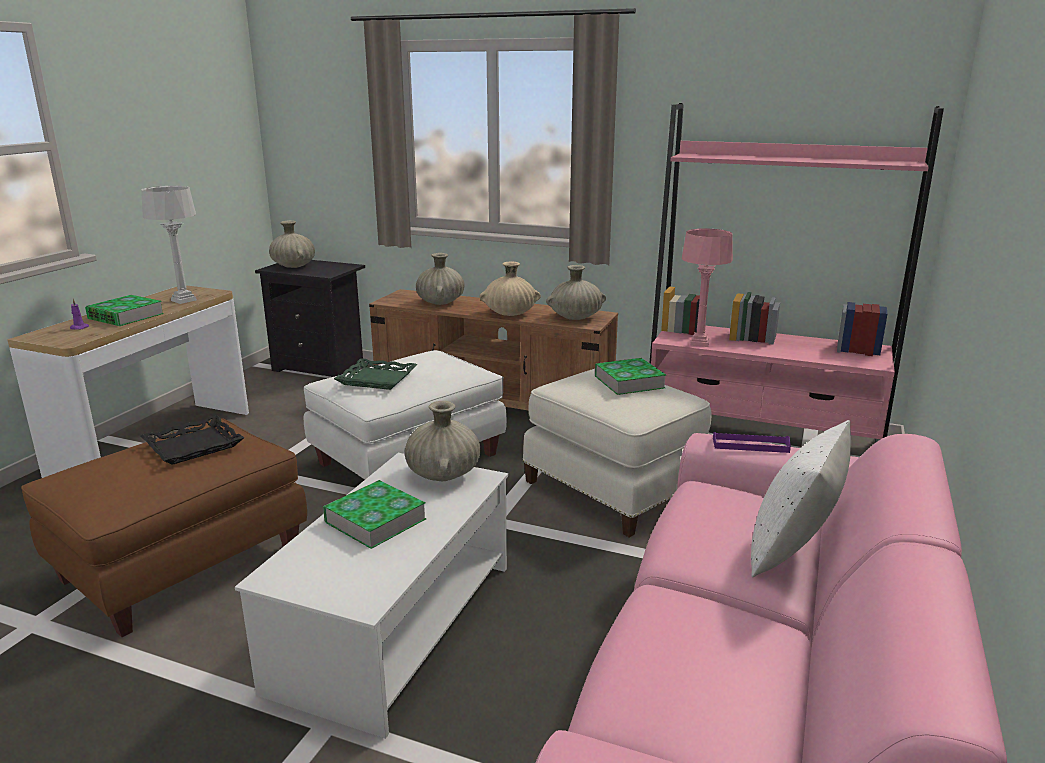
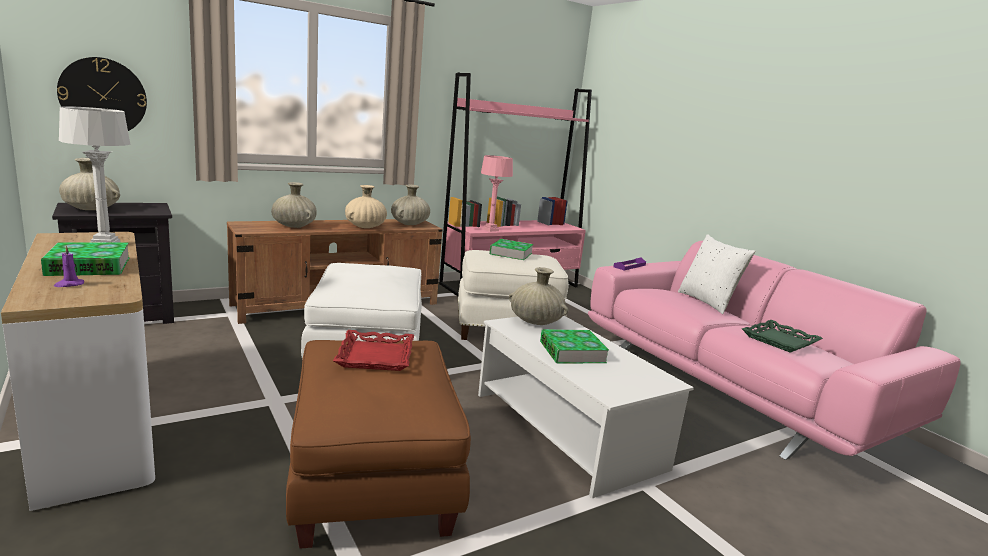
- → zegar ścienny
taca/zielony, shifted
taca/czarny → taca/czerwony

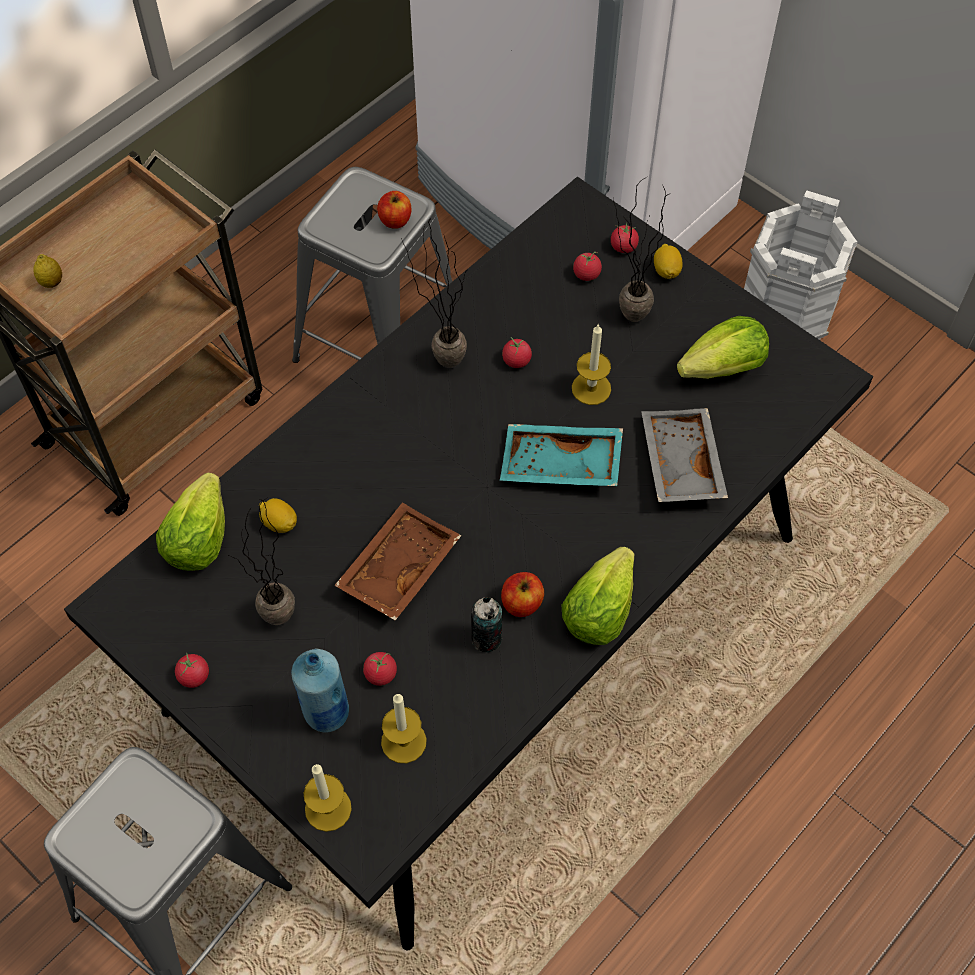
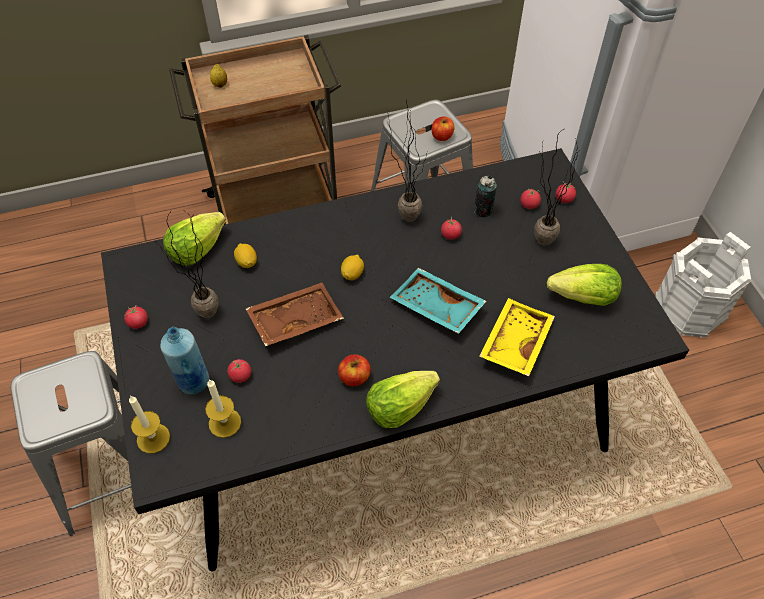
świeca (no. 3 from left) → -
puszka, shifted
cytryna (no. 3 from left), shifted
taca/szary → taca/żółty

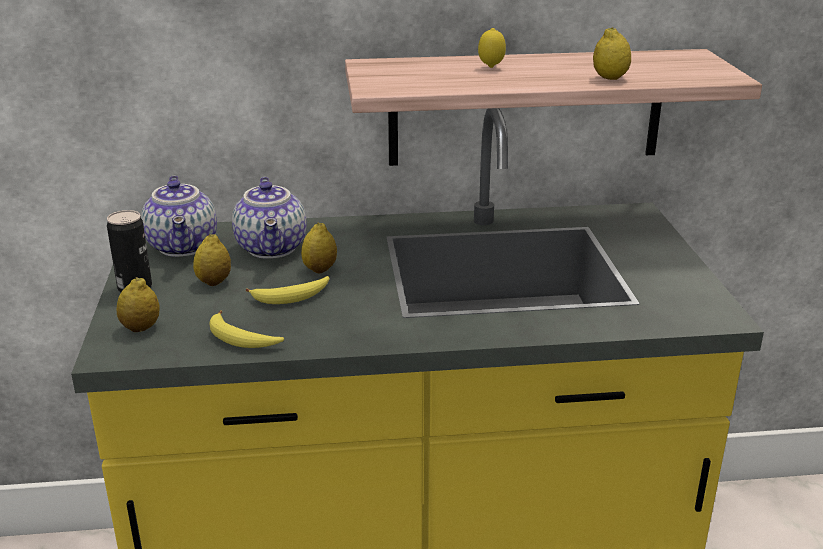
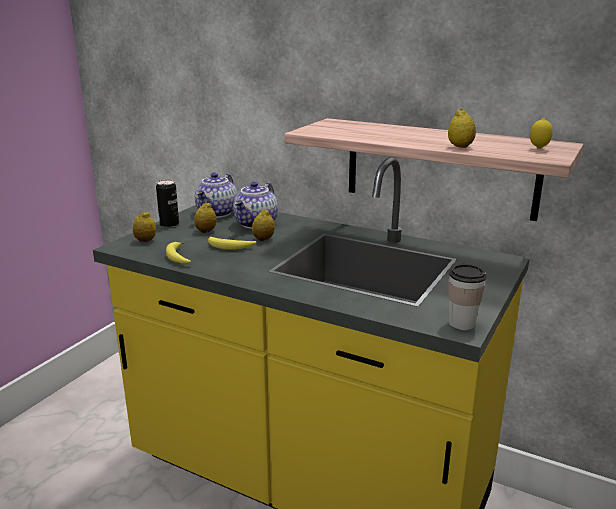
- → filiżanka
cytryna (no. 4 from left in the first image) → cytryna (no. 5 from left), shifted

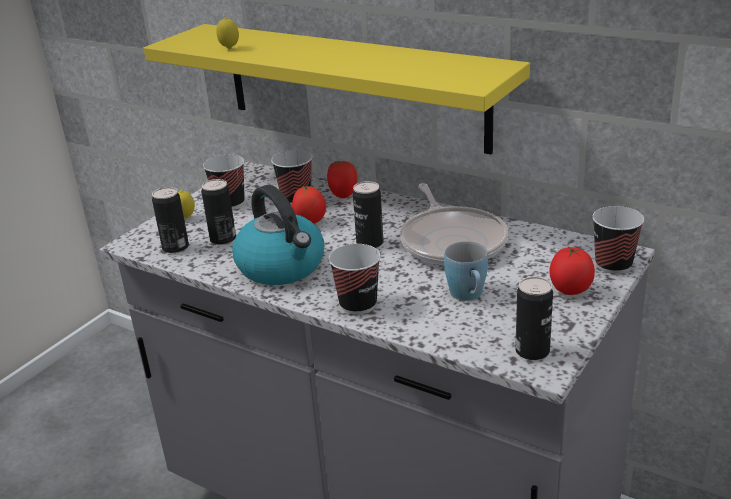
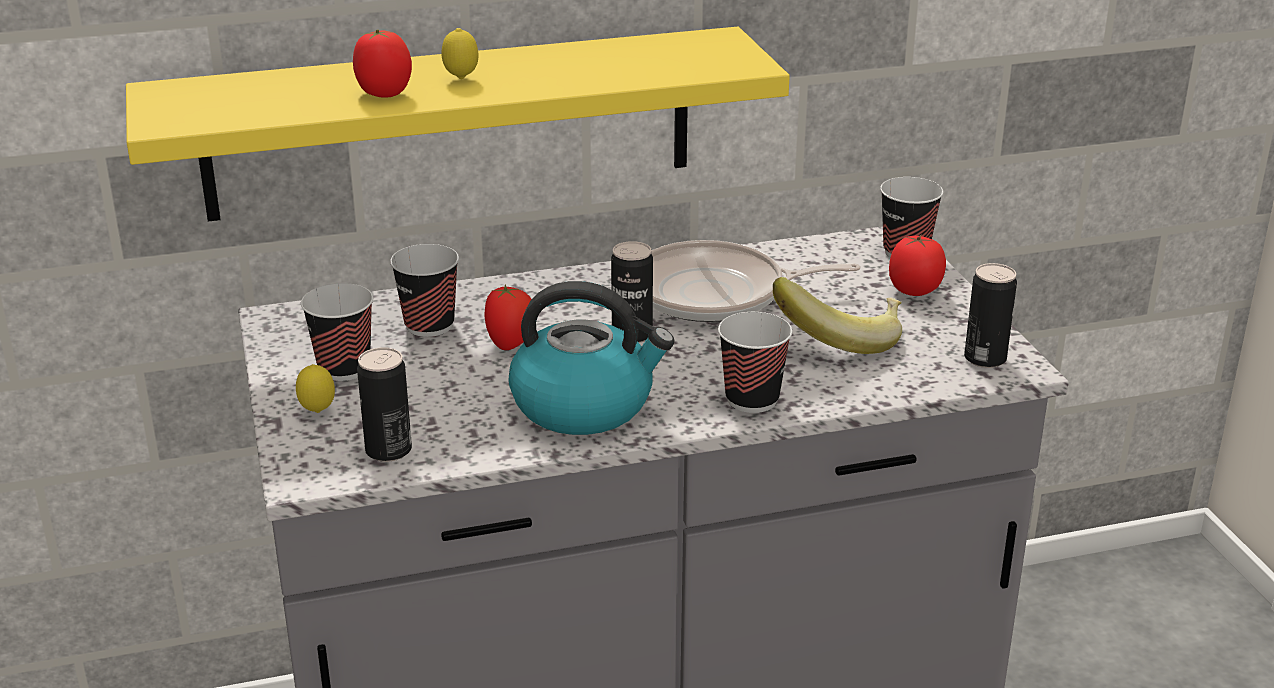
puszka (no. 2 from left) → -
cytryna (no. 2 from left), shifted
pomidor (no. 2 from left in the first image) → pomidor (no. 1 from left), shifted
kubek/niebieski → banan
patelnia, 150 degrees clockwise

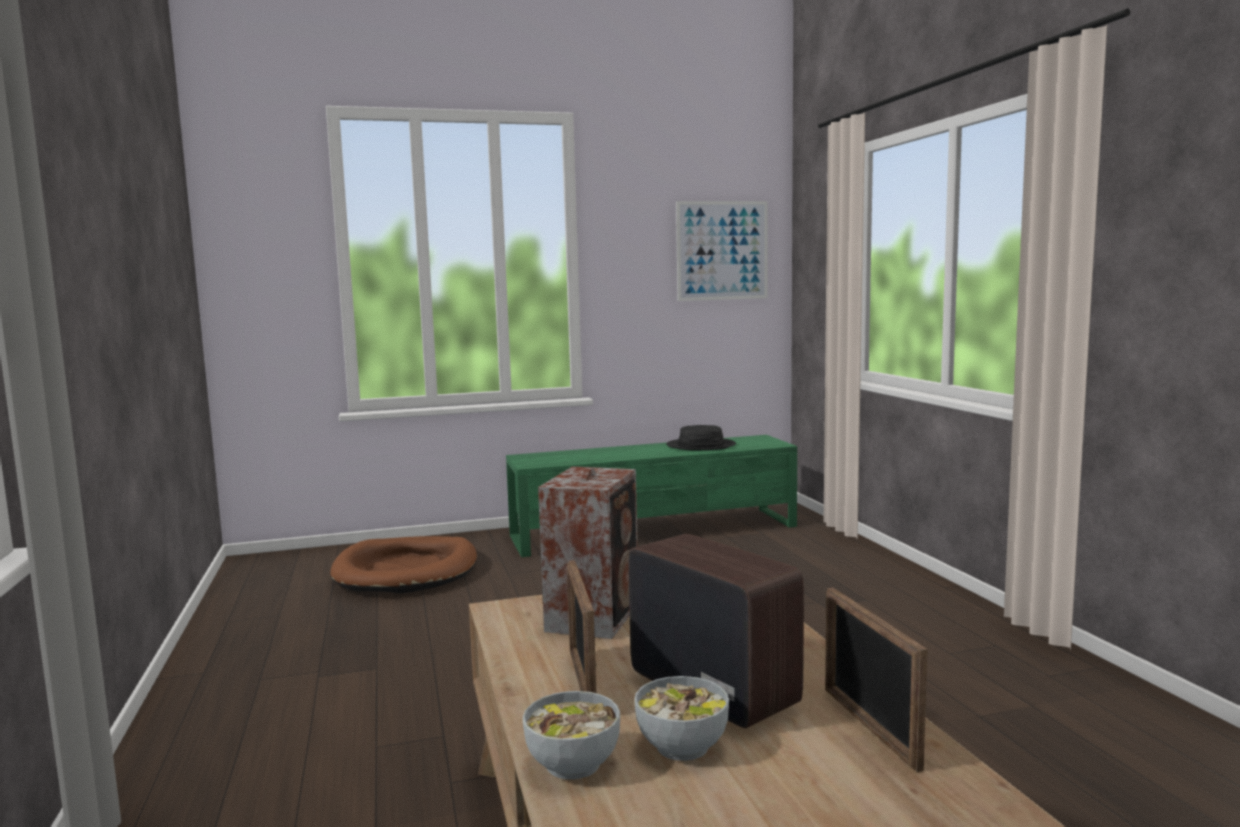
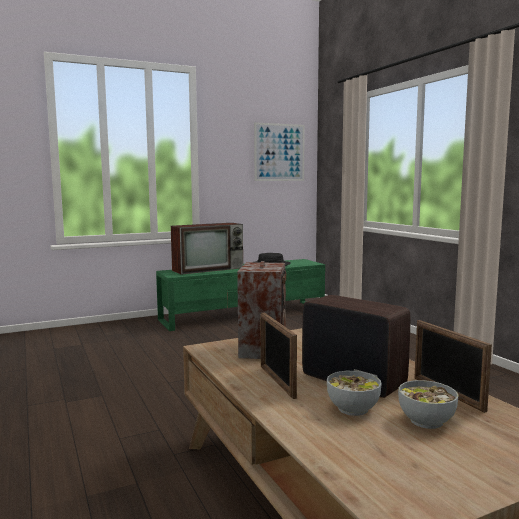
legowisko/brązowy → -
- → telewizor
miska (no. 1 from left in the first image) → miska (no. 2 from left), shifted

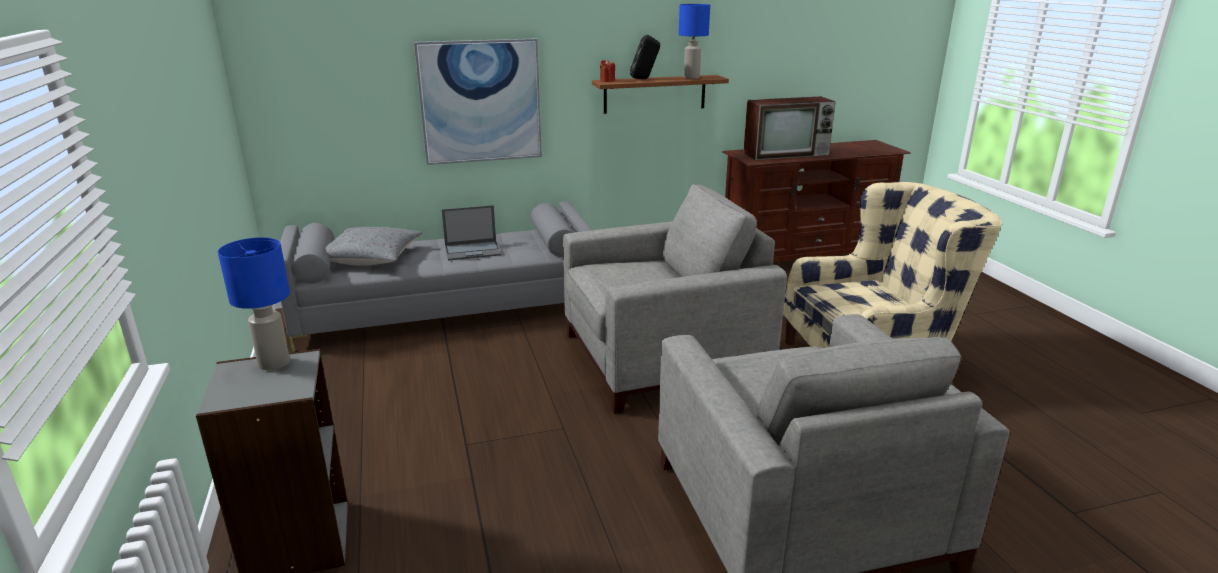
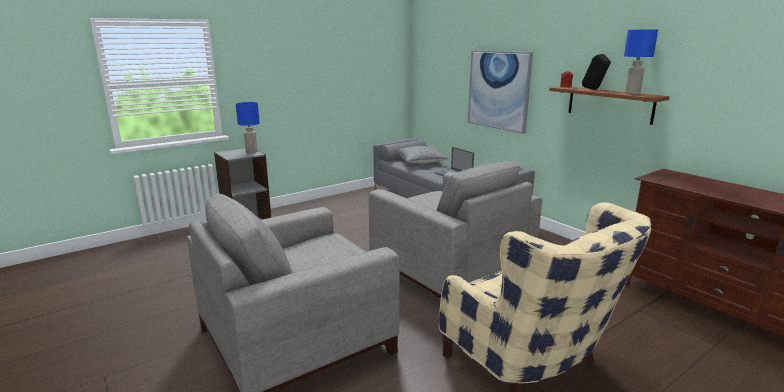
telewizor → -

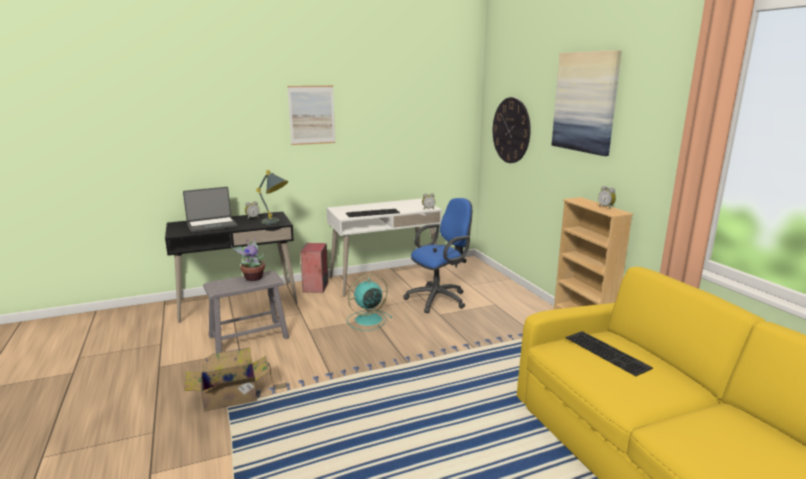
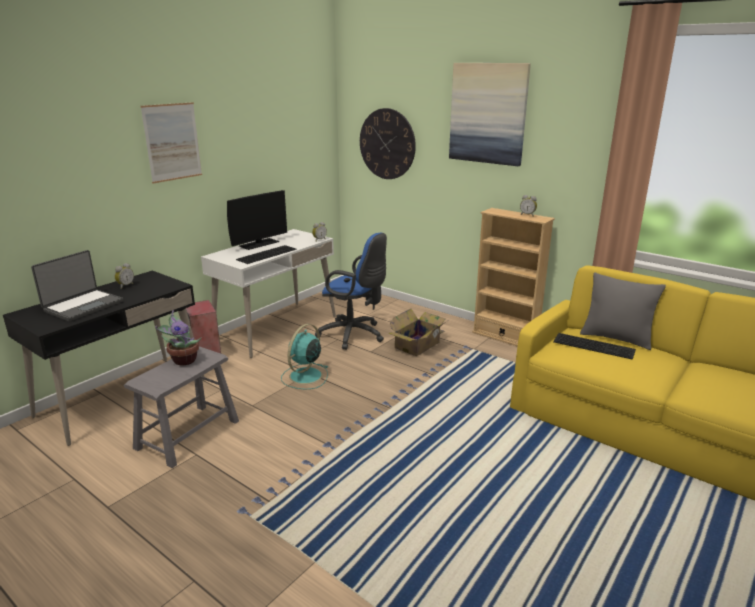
lampa stołowa/szary → -
- → monitor
- → poduszka/szary
karton, shifted
krzesło biurowe/niebieski, 90 degrees clockwise

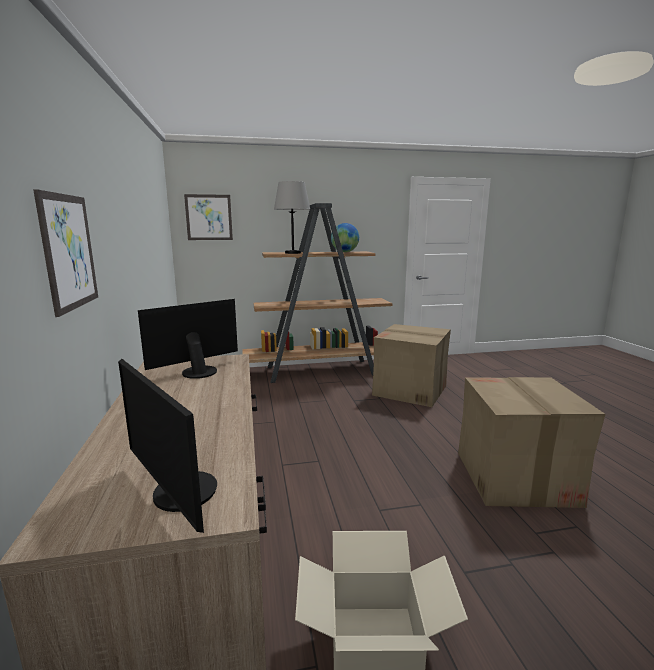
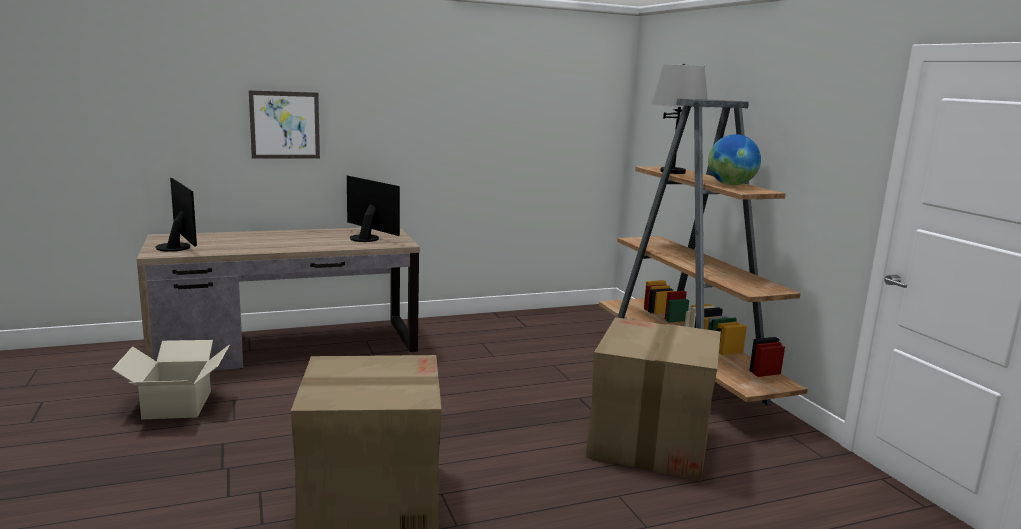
obraz (no. 2 from left) → -
monitor (no. 1 from left), 105 degrees clockwise

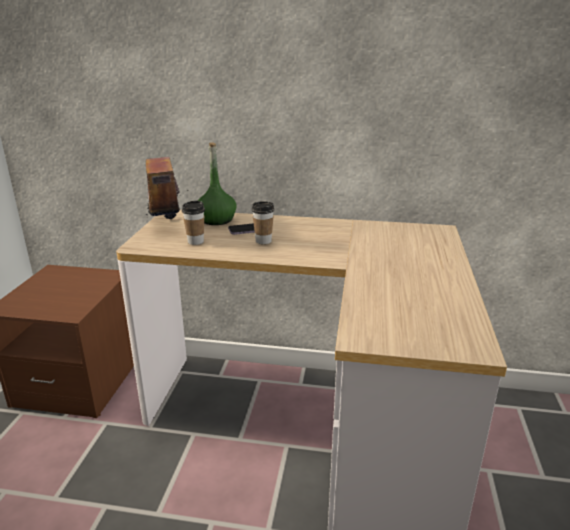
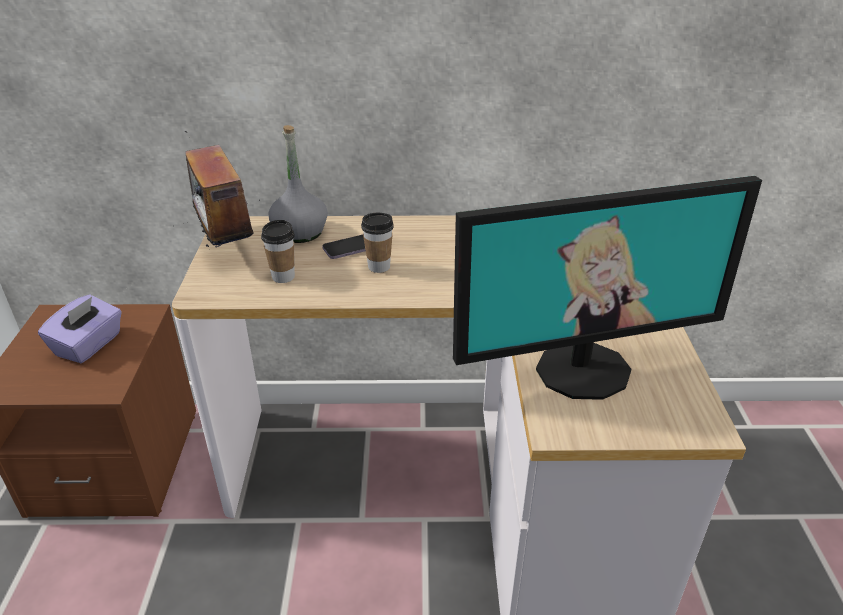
- → pudełko chusteczek/fioletowy
- → monitor
butelka/zielony → butelka/szary

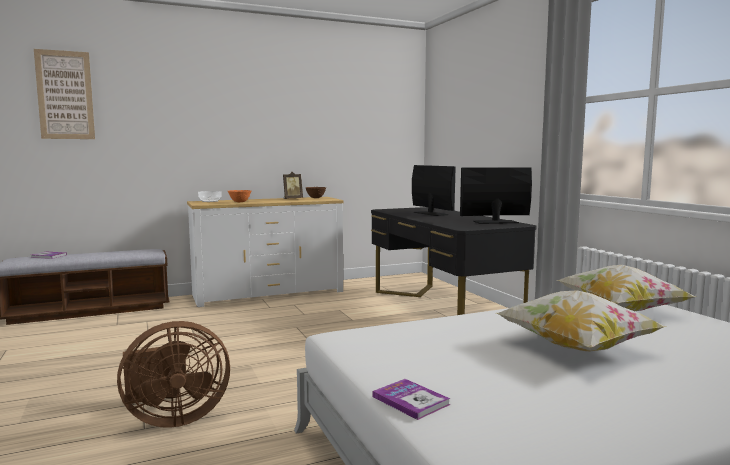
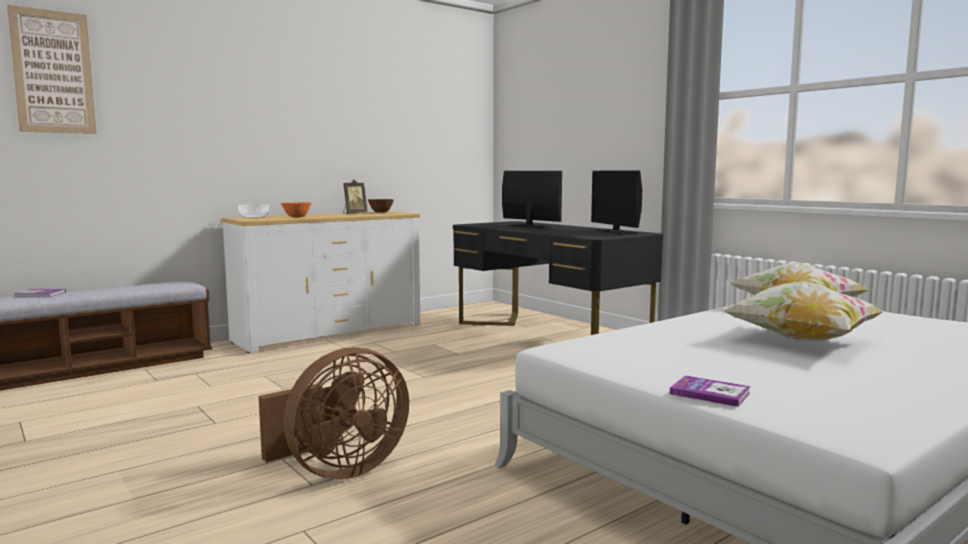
monitor (no. 2 from left), 90 degrees counterclockwise

